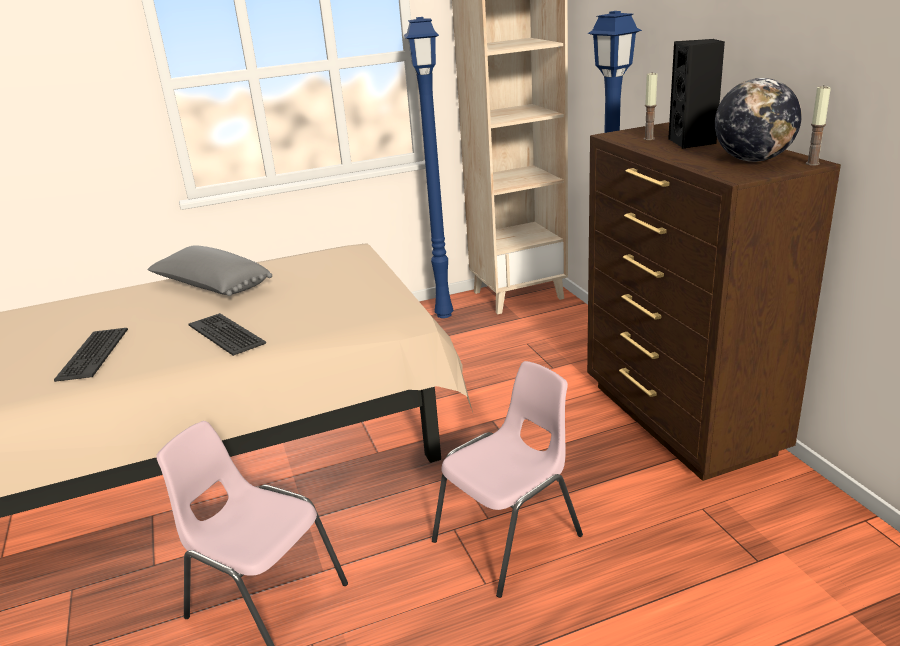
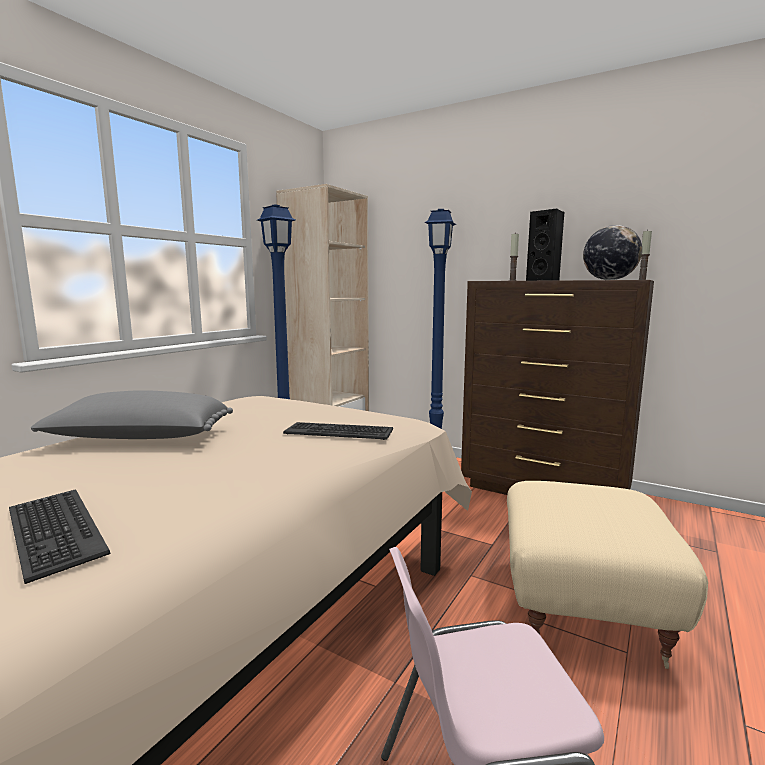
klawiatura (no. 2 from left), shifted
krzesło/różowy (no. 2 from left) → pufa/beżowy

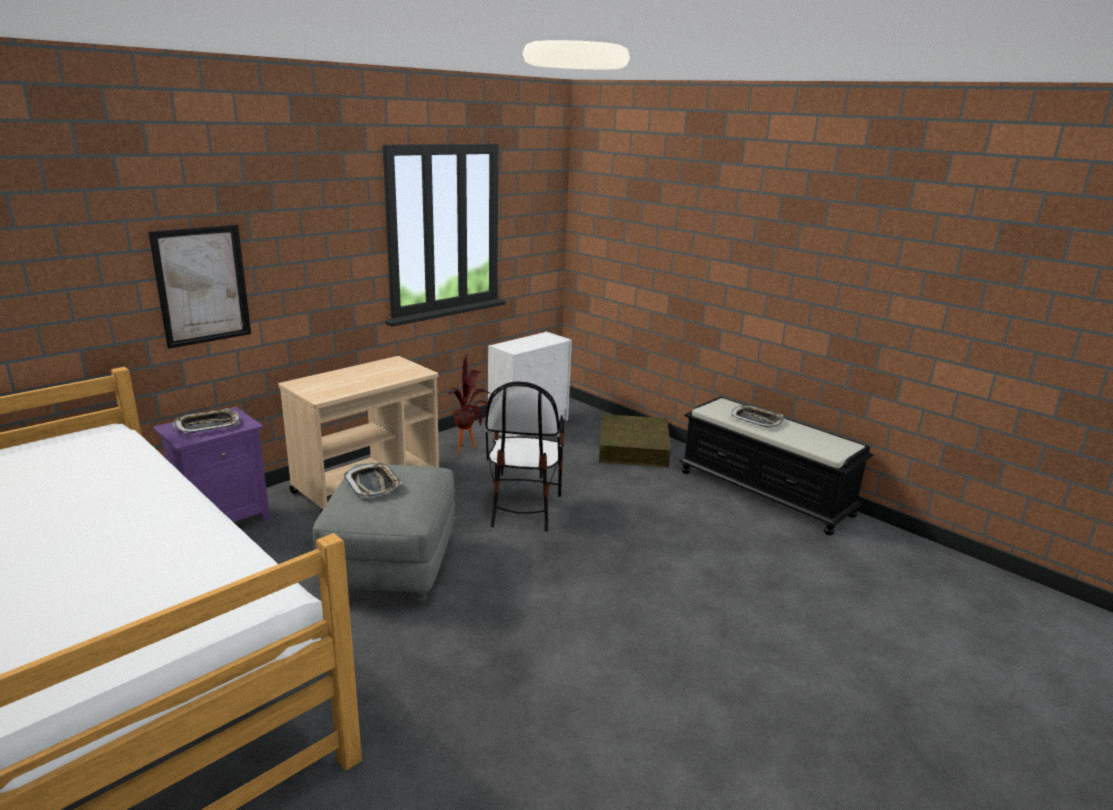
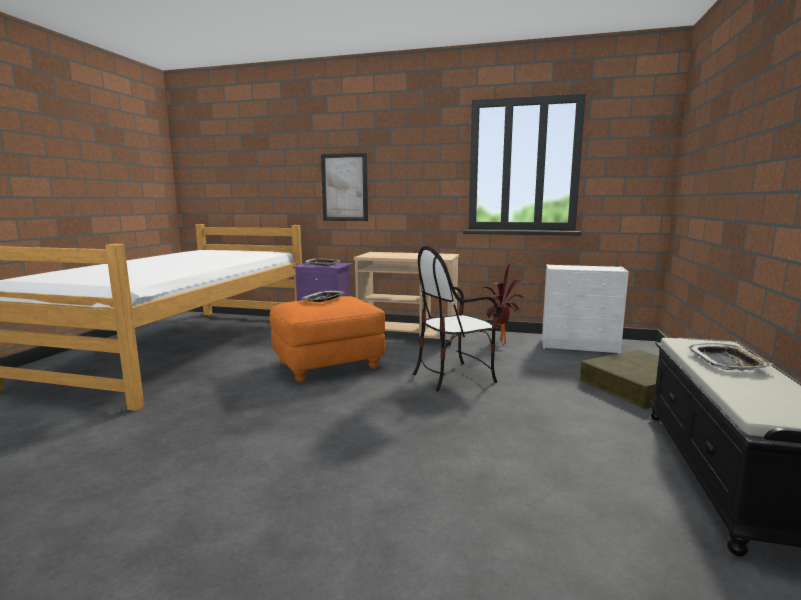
pufa/szary → pufa/pomarańczowy

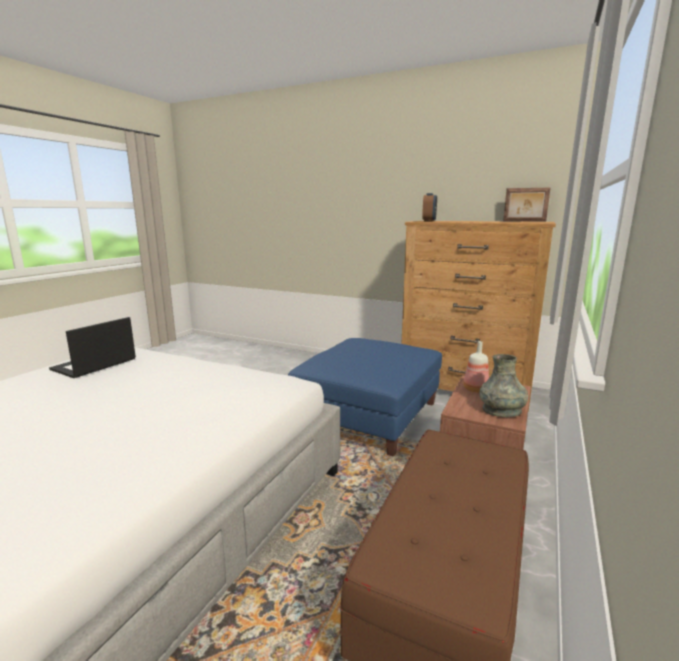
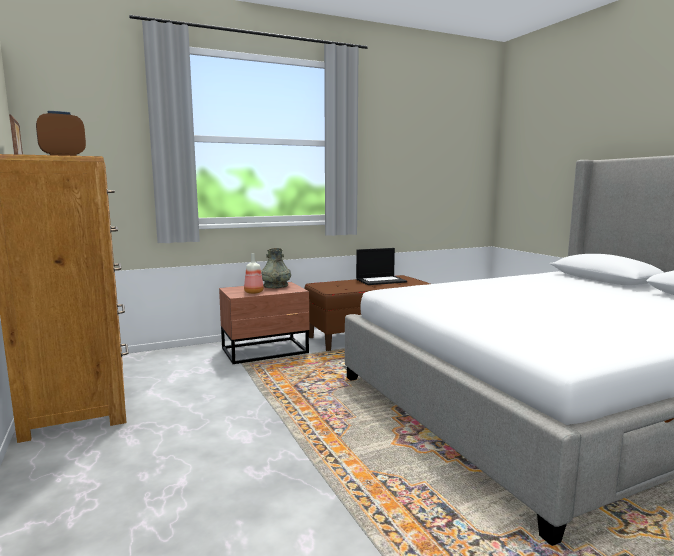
pufa/niebieski → -
laptop, shifted

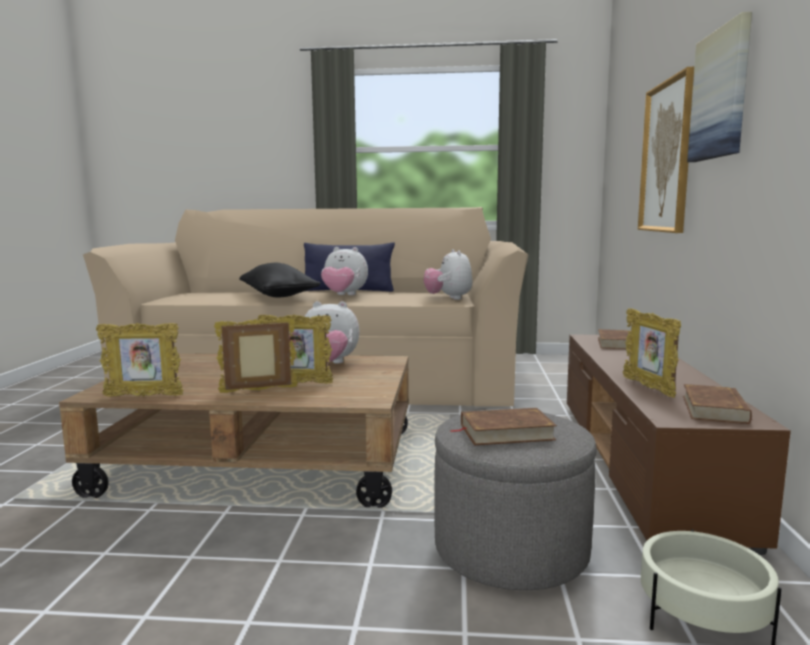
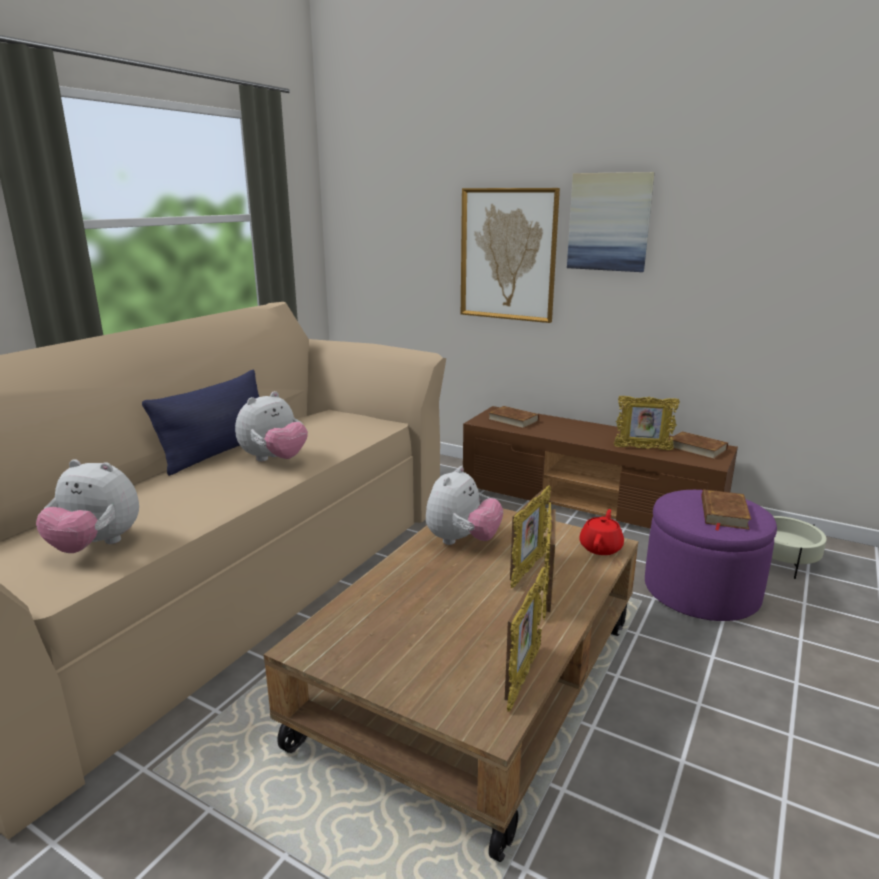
poduszka/czarny → -
- → imbryk/czerwony
pluszak (no. 3 from left in the first image) → pluszak (no. 1 from left), shifted
pufa/szary → pufa/fioletowy

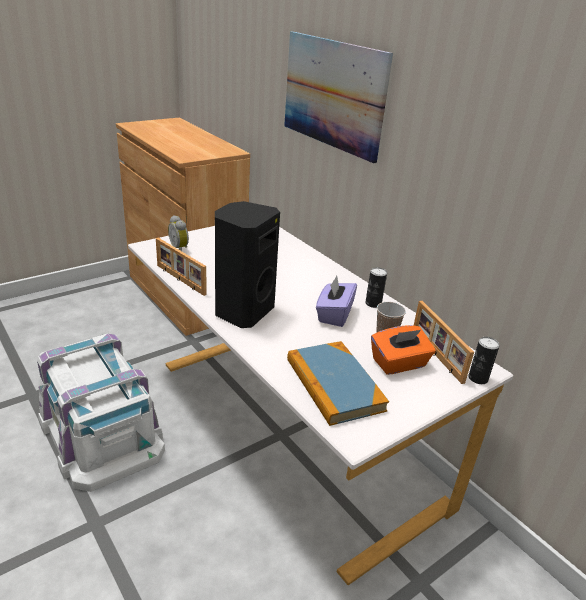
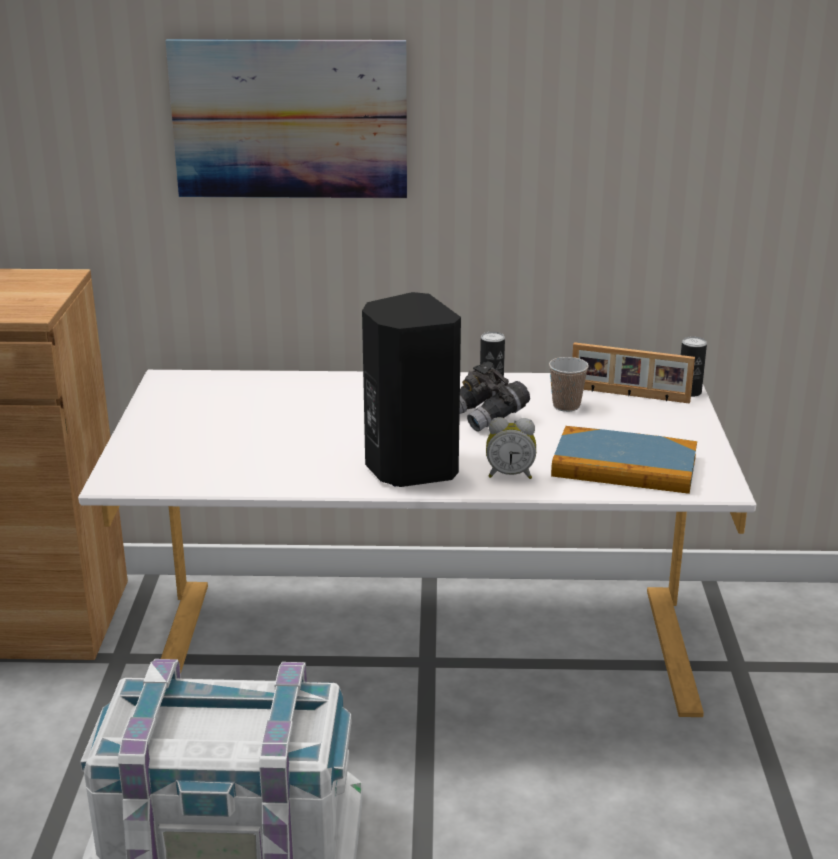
ramka na zdjęcie (no. 1 from left) → -
pudełko chusteczek/pomarańczowy → -
budzik, shifted
pudełko chusteczek/fioletowy → lornetka/szary

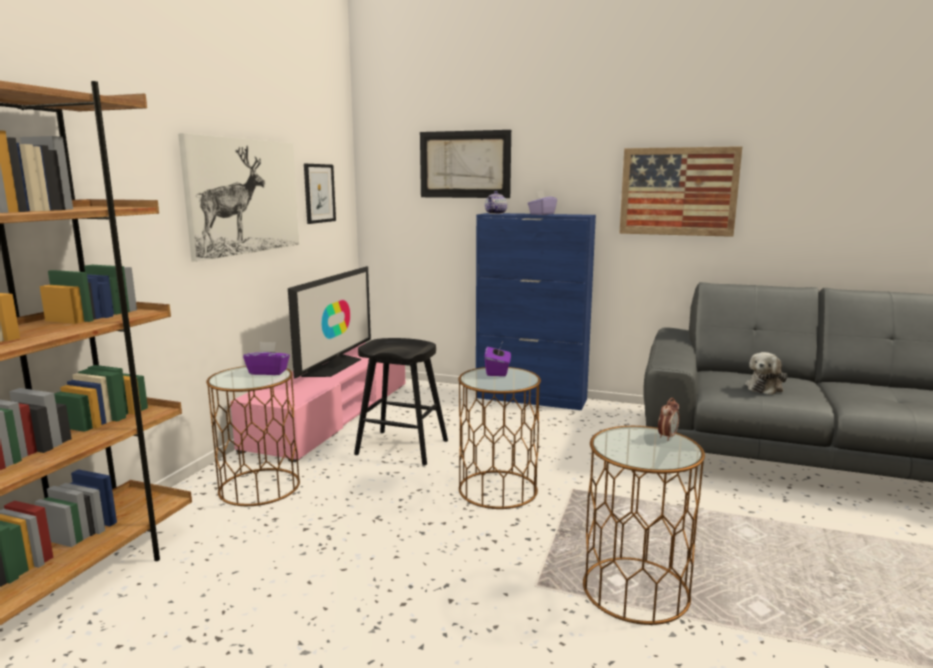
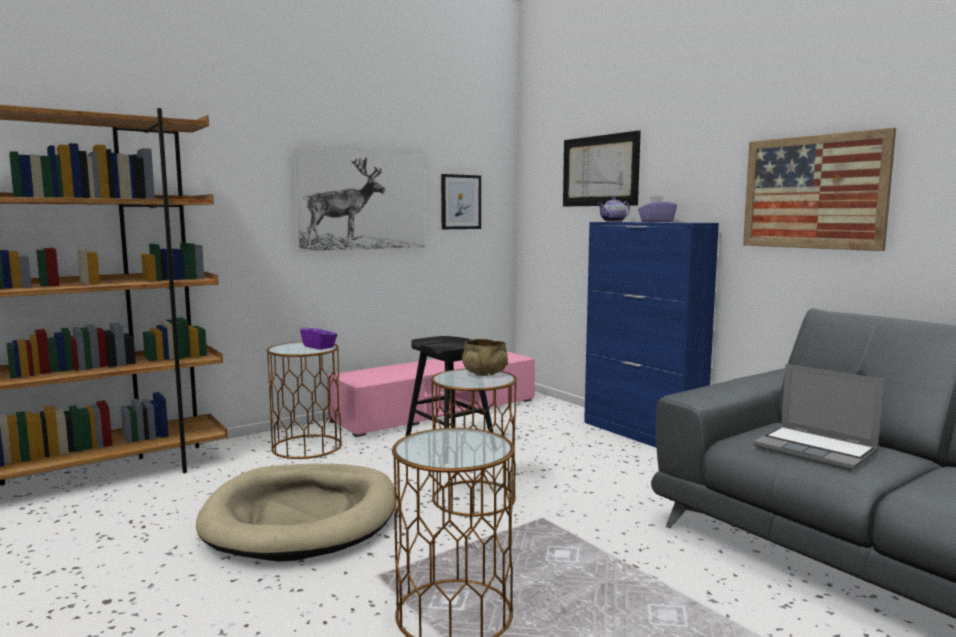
telewizor → -
budzik → -
- → legowisko/beżowy
pudełko chusteczek/fioletowy (no. 2 from left) → miska/beżowy
pluszak → laptop

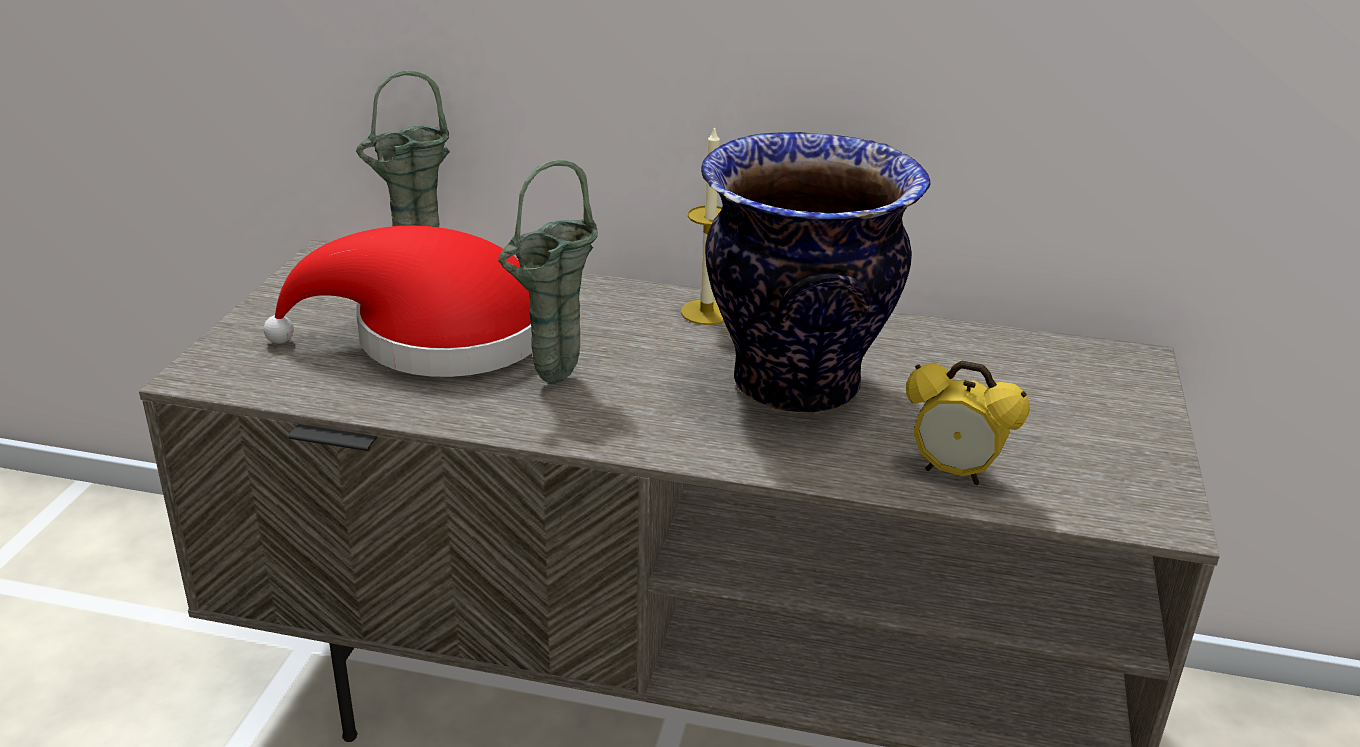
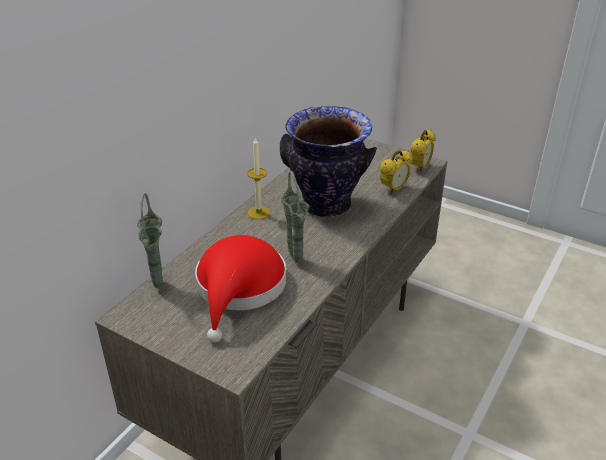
- → budzik (no. 2 from left)

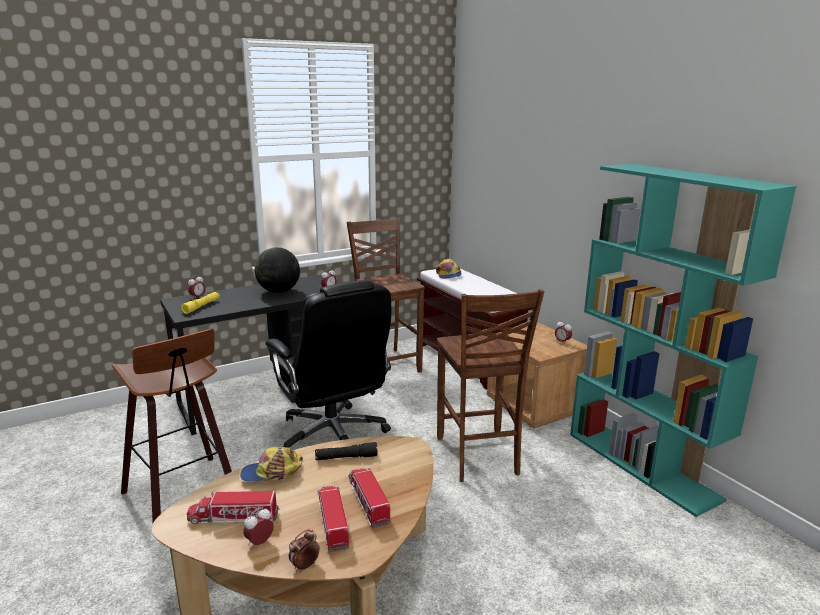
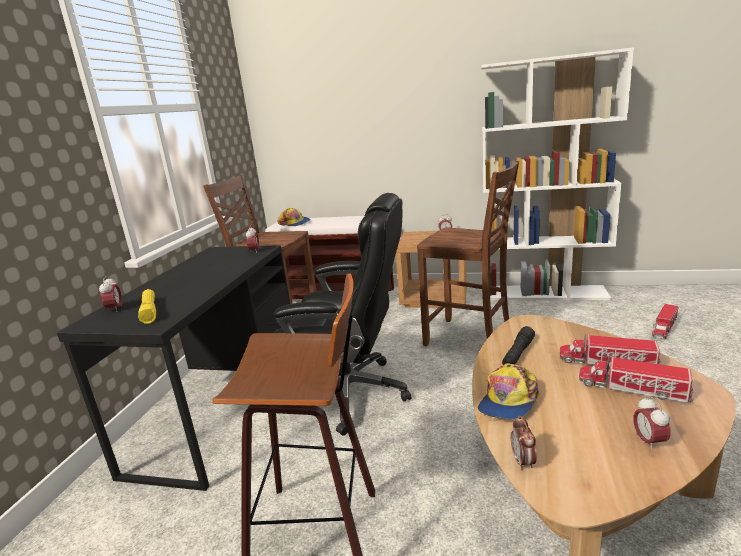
globus → -
ciężarówka zabawkowa (no. 1 from left in the first image) → ciężarówka zabawkowa (no. 3 from left), shifted
budzik (no. 3 from left in the first image) → budzik (no. 4 from left), shifted
regał/turkusowy → regał/biały

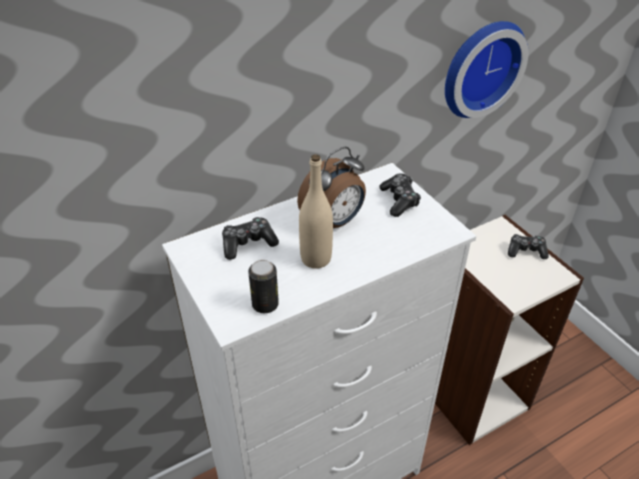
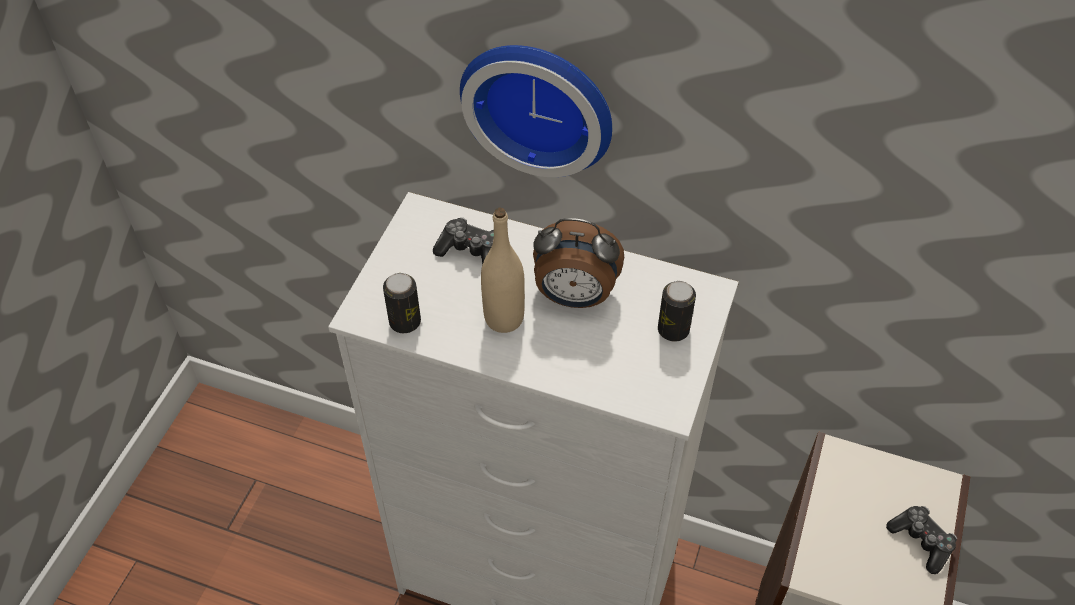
zegar ścienny, shifted
pad do gier (no. 2 from left) → puszka (no. 2 from left)

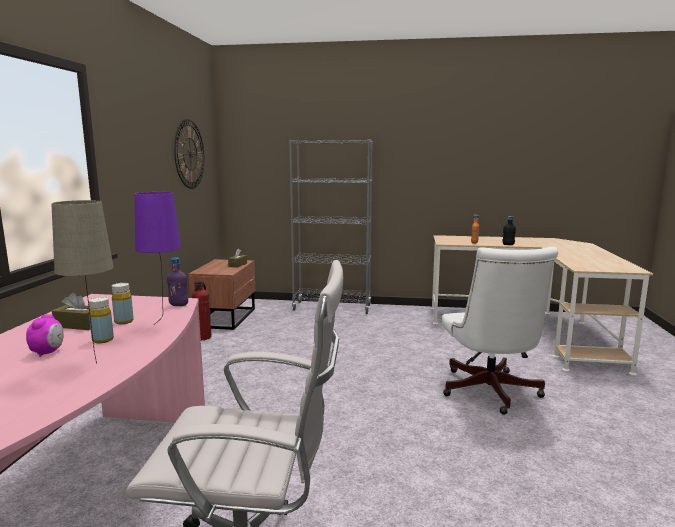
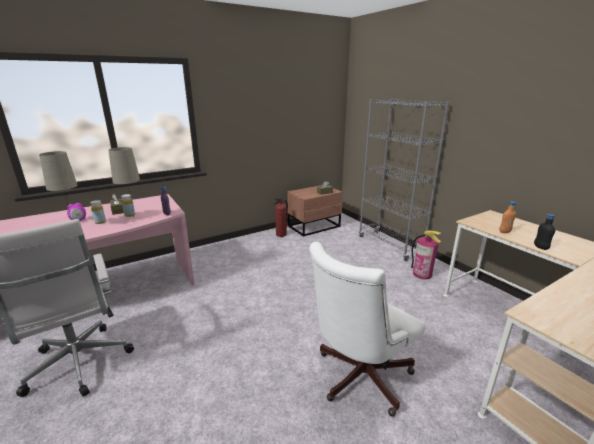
zegar ścienny → -
- → gaśnica (no. 2 from left)
lampa stołowa/fioletowy → lampa stołowa/beżowy (no. 2 from left)

